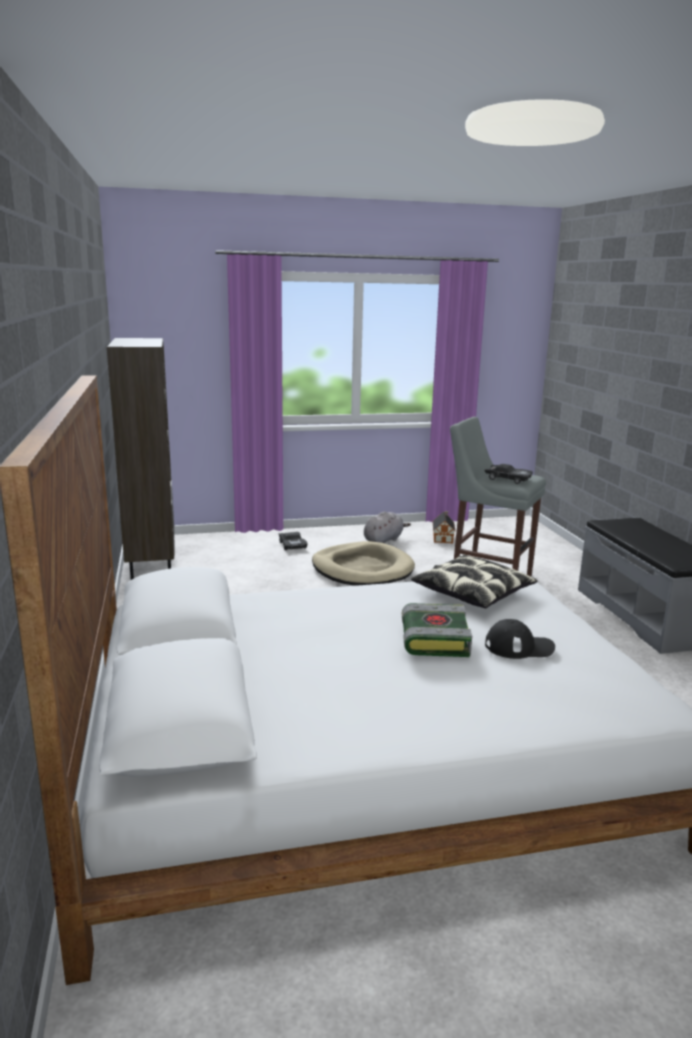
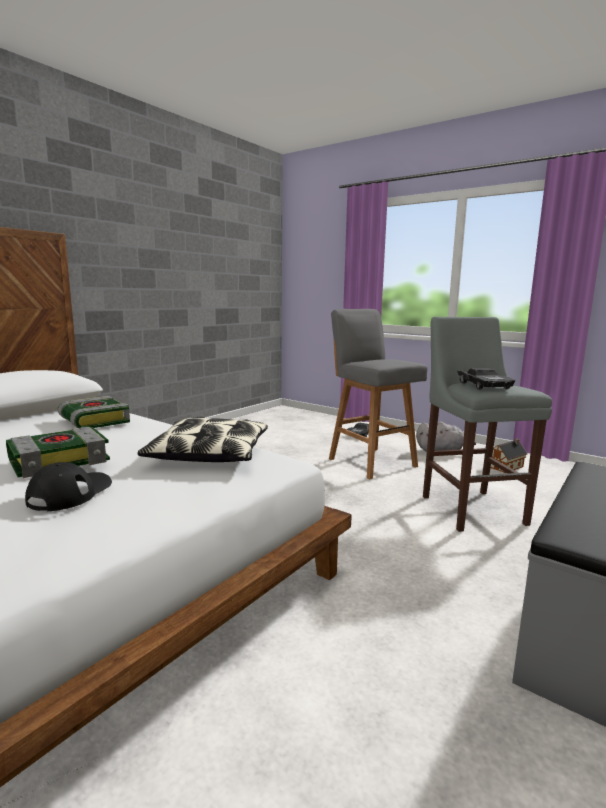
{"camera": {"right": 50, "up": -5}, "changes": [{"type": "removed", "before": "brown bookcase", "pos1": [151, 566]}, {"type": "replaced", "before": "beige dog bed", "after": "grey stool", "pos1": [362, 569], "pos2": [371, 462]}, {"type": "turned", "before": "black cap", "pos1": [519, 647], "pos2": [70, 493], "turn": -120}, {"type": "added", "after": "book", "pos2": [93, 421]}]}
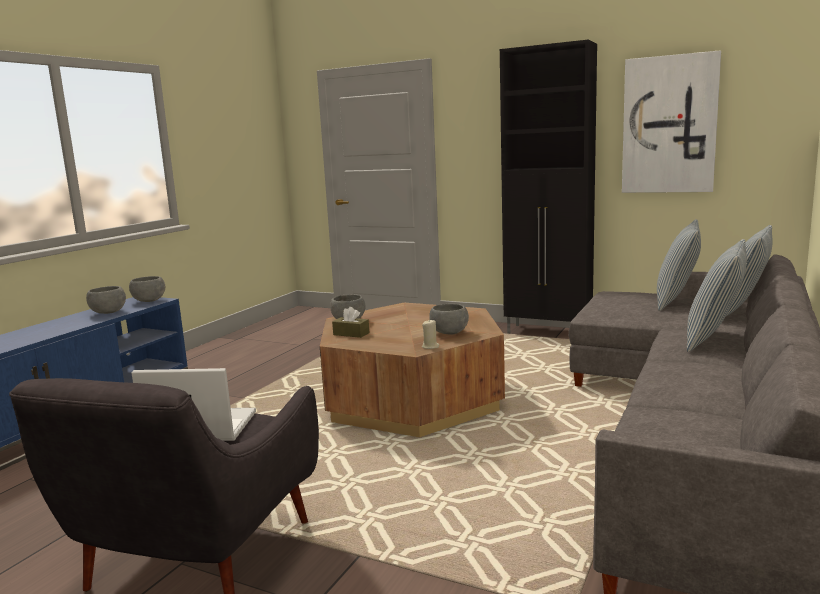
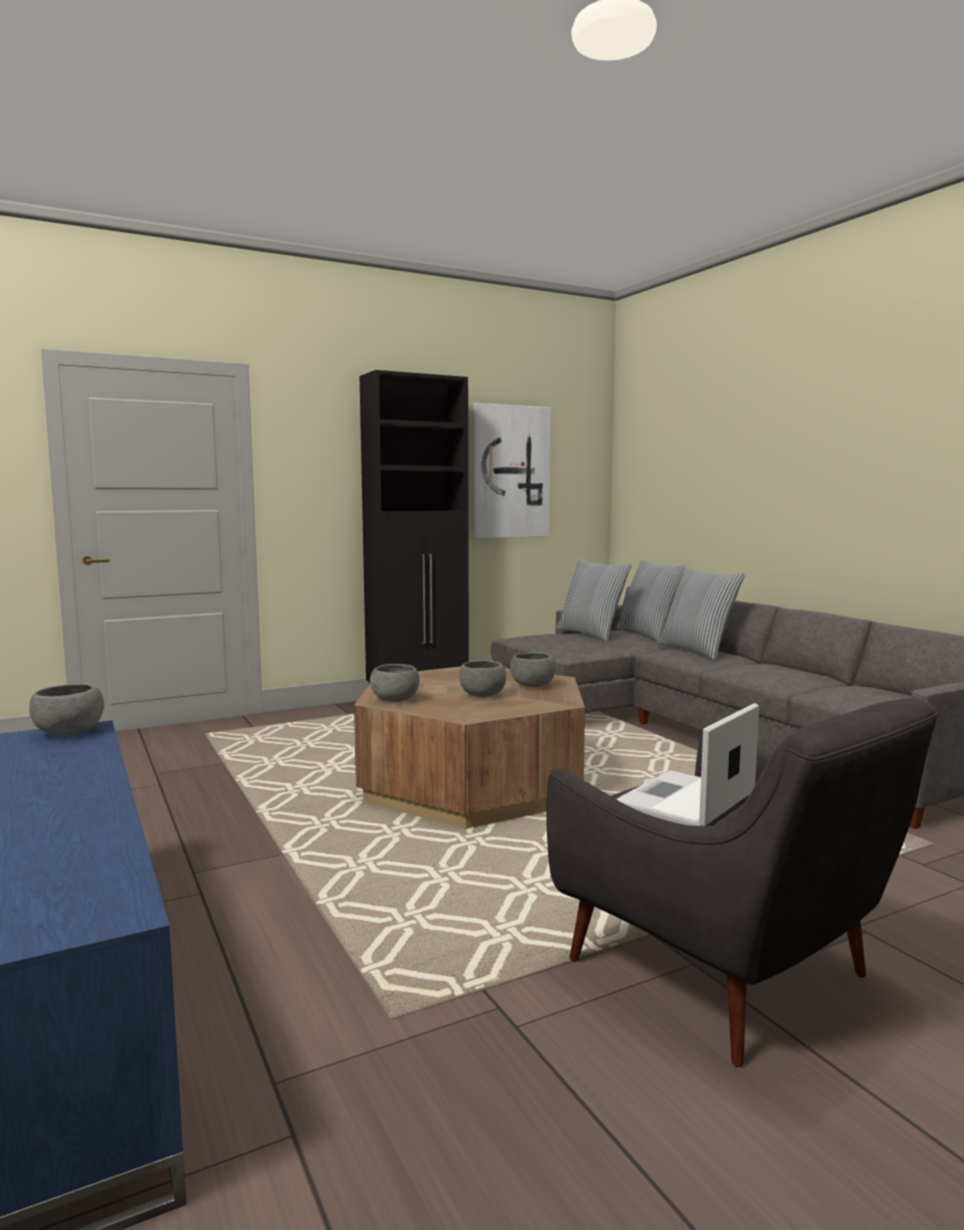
{"camera": {"right": -55, "up": -5}, "changes": [{"type": "moved", "before": "grey bowl", "pos1": [108, 312], "pos2": [482, 696]}, {"type": "removed", "before": "brown tissue box", "pos1": [351, 334]}, {"type": "removed", "before": "beige candle", "pos1": [430, 346]}]}
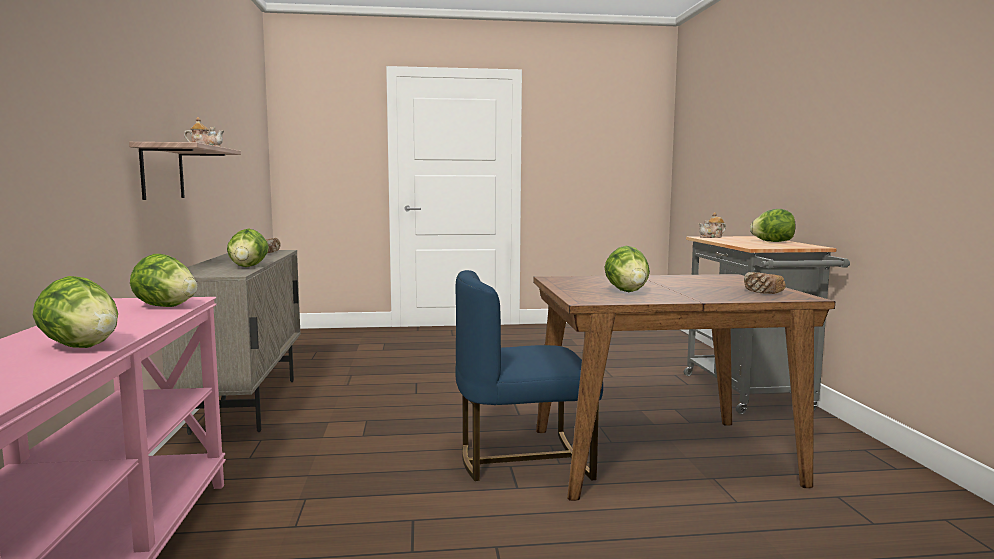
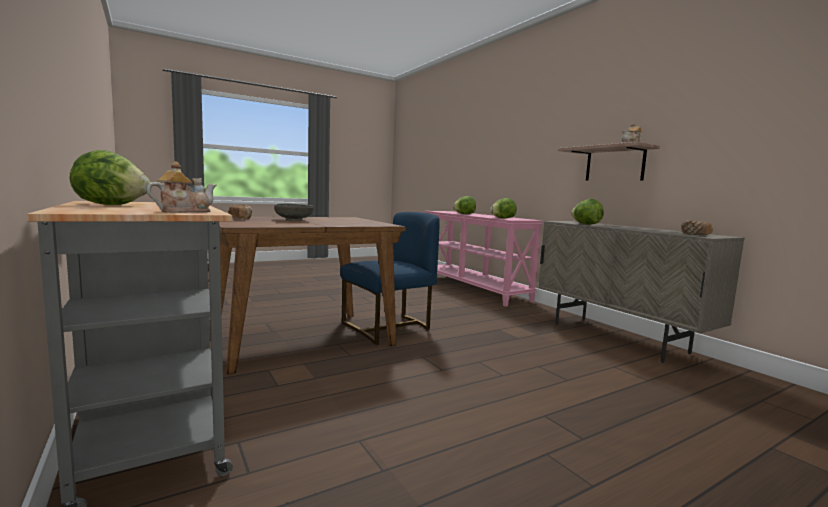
{"camera": {"right": 155, "up": 0}, "changes": [{"type": "removed", "before": "lettuce", "pos1": [627, 291]}, {"type": "added", "after": "grey bowl", "pos2": [294, 220]}]}
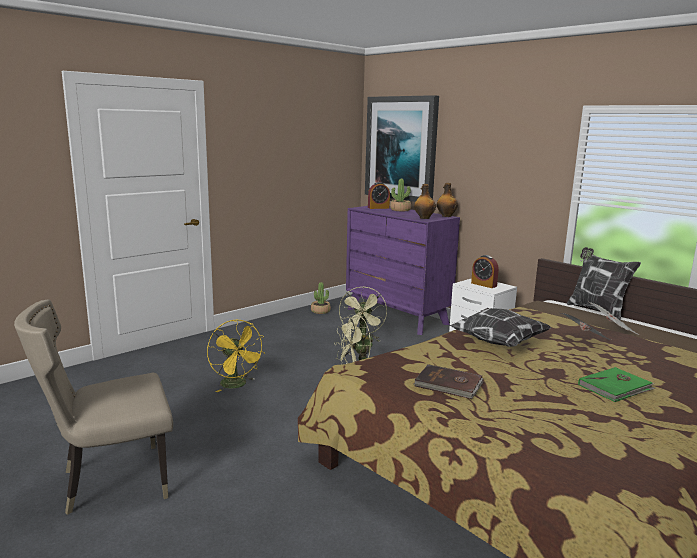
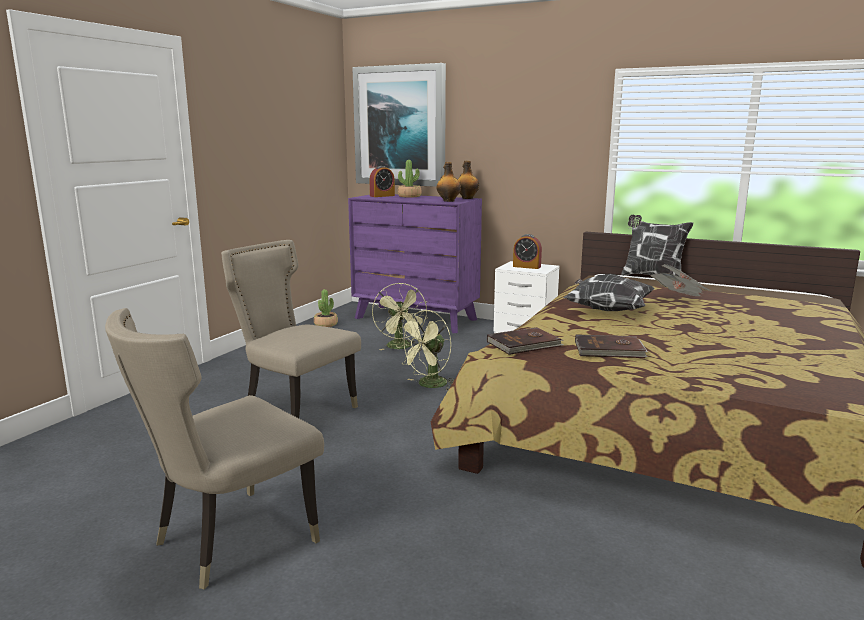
{"camera": {"right": -20, "up": 0}, "changes": [{"type": "replaced", "before": "yellow fan", "after": "beige chair", "pos1": [237, 385], "pos2": [295, 412]}, {"type": "removed", "before": "green book", "pos1": [616, 387]}, {"type": "added", "after": "brown book", "pos2": [525, 344]}]}
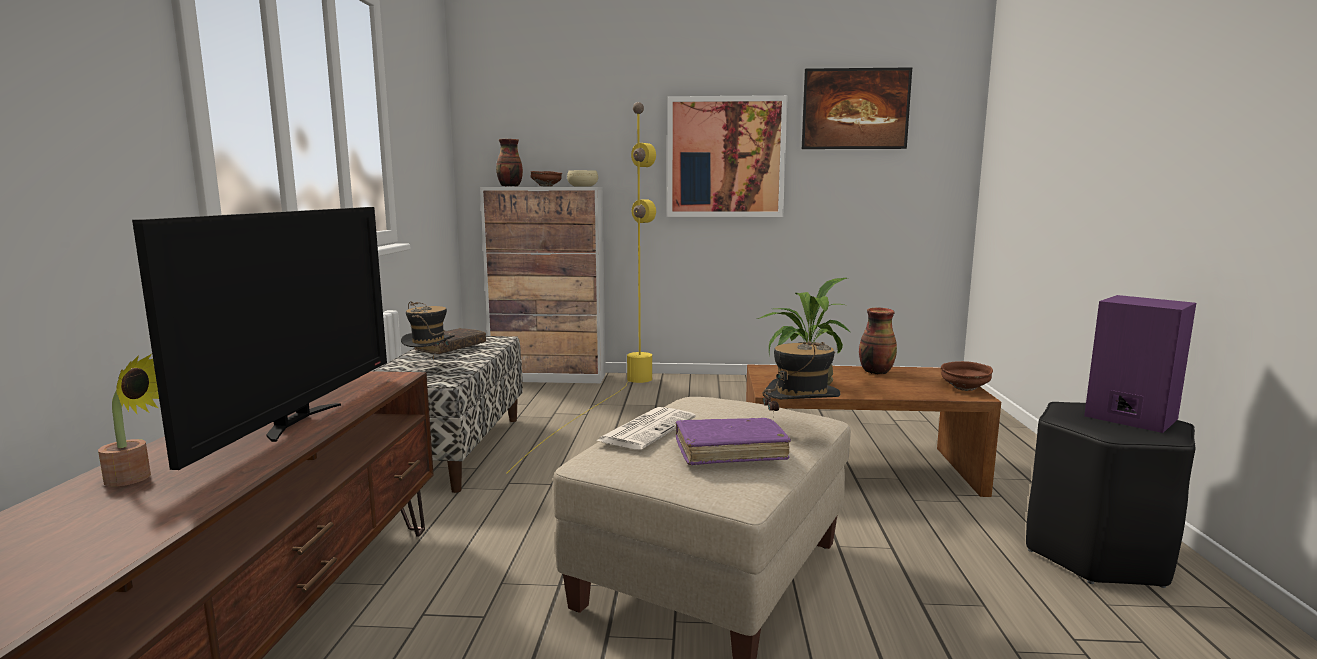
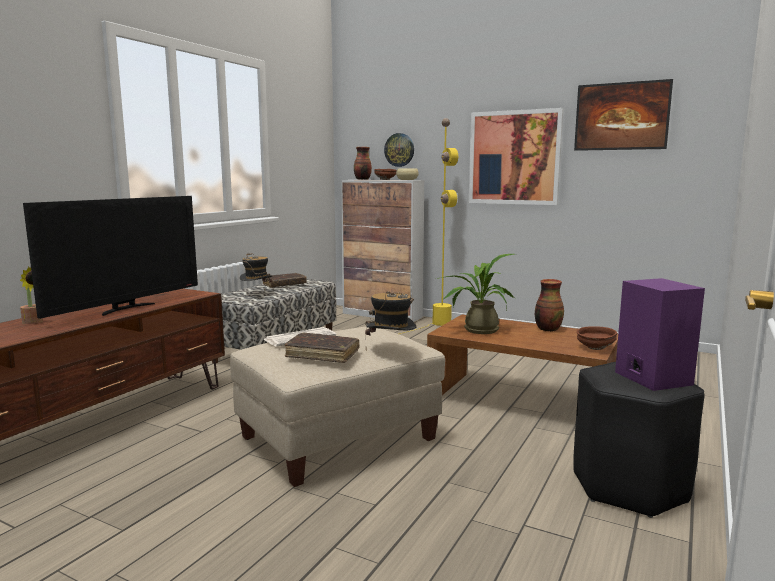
{"camera": {"right": 25, "up": 0}, "changes": [{"type": "recoloured", "before": "purple book", "after": "brown book", "pos1": [730, 451], "pos2": [322, 354]}, {"type": "added", "after": "wall clock", "pos2": [399, 150]}]}
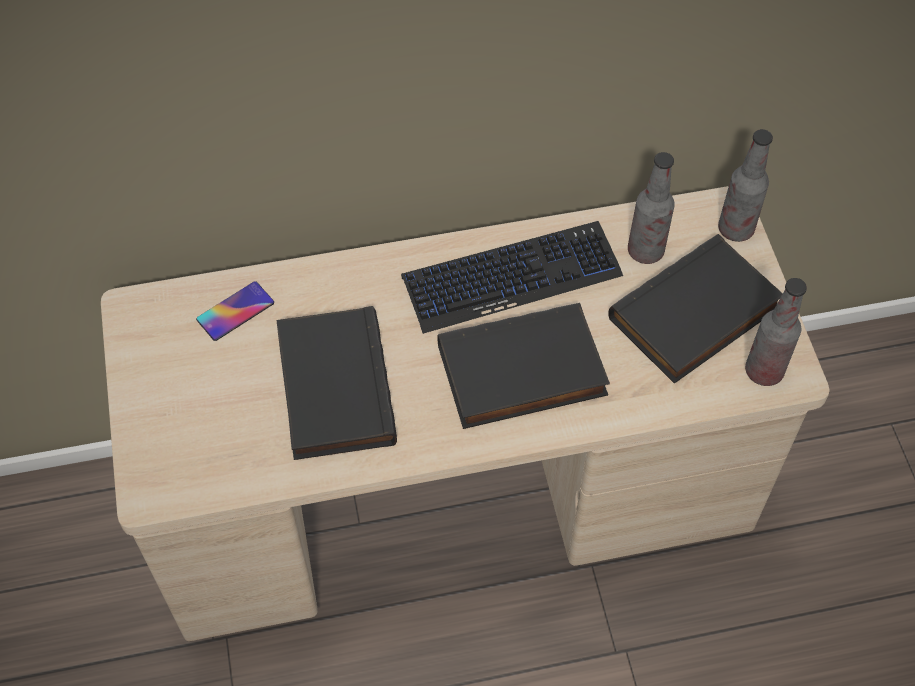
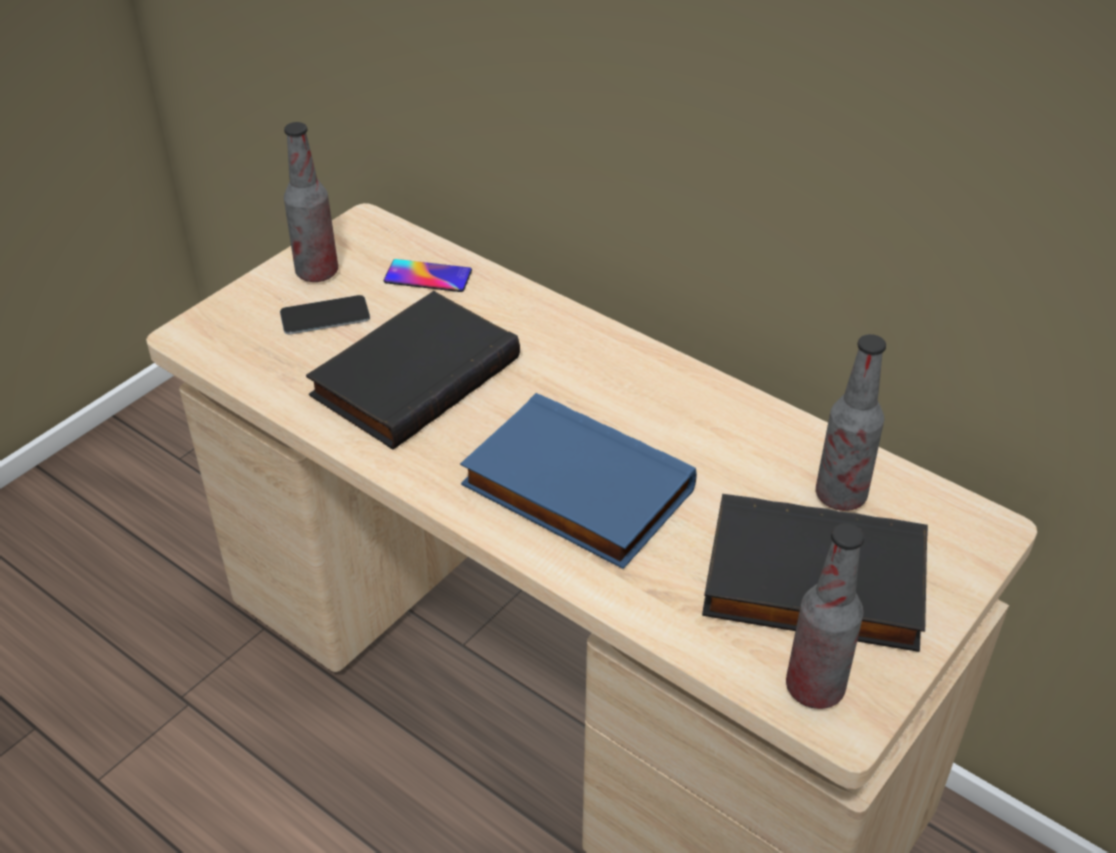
{"camera": {"right": 50, "up": -15}, "changes": [{"type": "removed", "before": "keyboard", "pos1": [512, 277]}, {"type": "recoloured", "before": "black book", "after": "blue book", "pos1": [521, 374], "pos2": [573, 490]}, {"type": "moved", "before": "bottle", "pos1": [735, 229], "pos2": [317, 272]}, {"type": "added", "after": "phone", "pos2": [325, 316]}]}
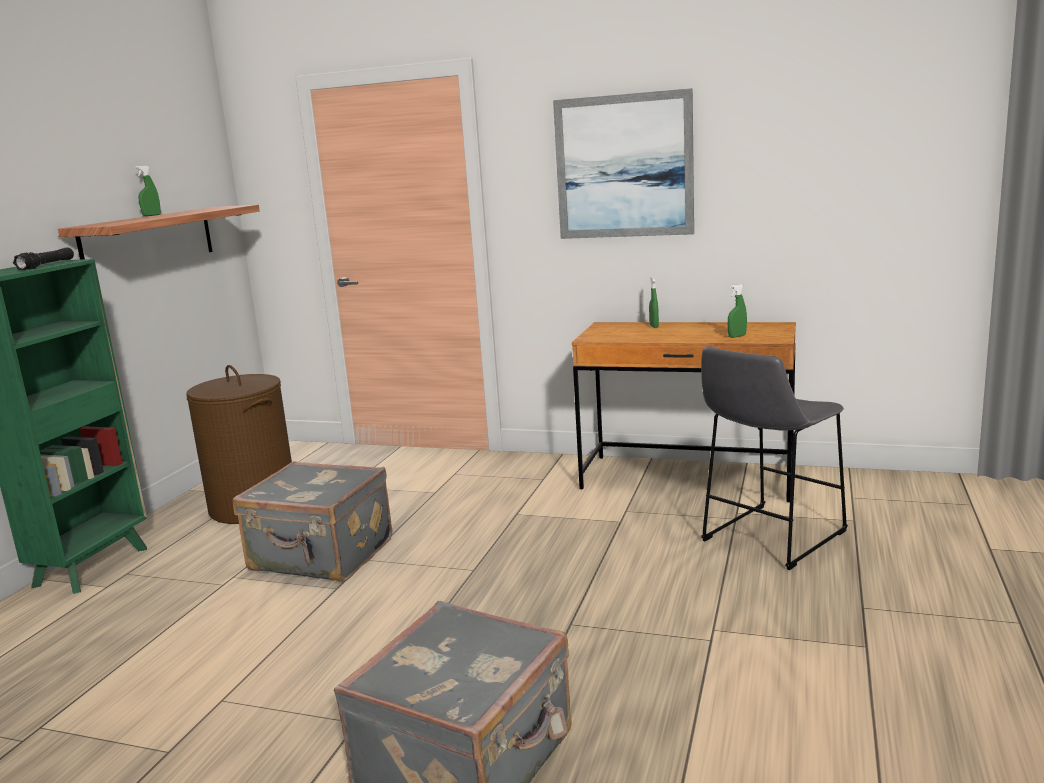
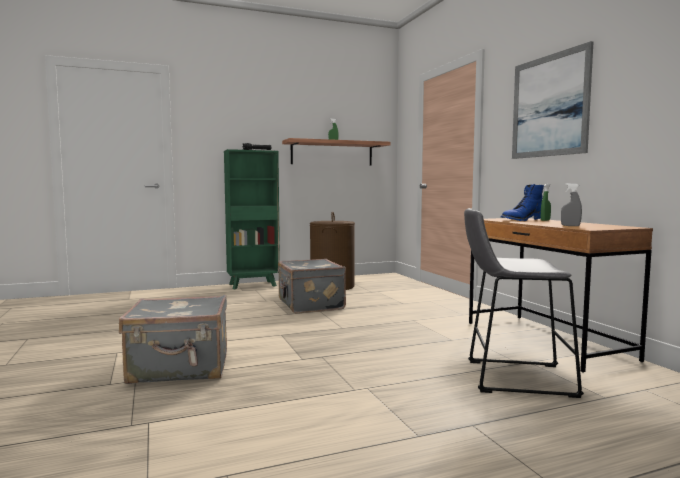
{"camera": {"right": 50, "up": -10}, "changes": [{"type": "recoloured", "before": "green spray bottle", "after": "grey spray bottle", "pos1": [737, 336], "pos2": [570, 226]}, {"type": "added", "after": "blue boot", "pos2": [521, 220]}]}
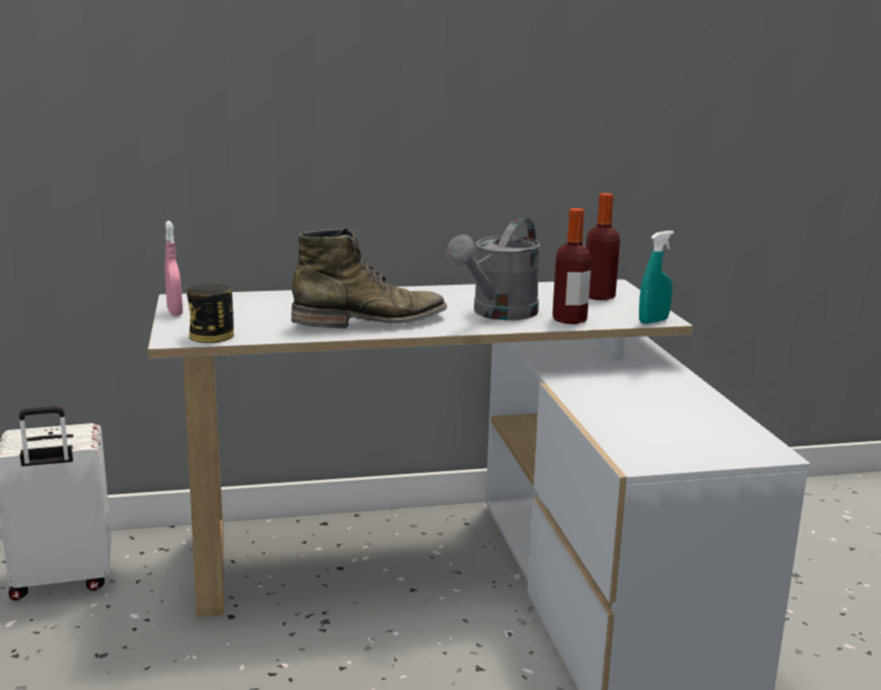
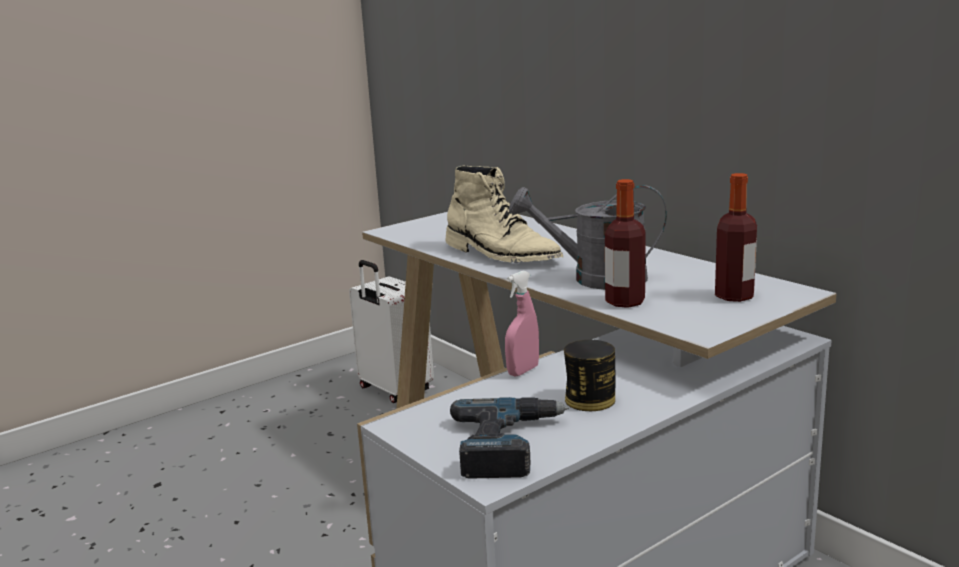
{"camera": {"right": 65, "up": 0}, "changes": [{"type": "moved", "before": "pink spray bottle", "pos1": [175, 312], "pos2": [523, 371]}, {"type": "moved", "before": "can", "pos1": [211, 335], "pos2": [590, 400]}, {"type": "recoloured", "before": "green boot", "after": "beige boot", "pos1": [371, 322], "pos2": [501, 255]}, {"type": "removed", "before": "turquoise spray bottle", "pos1": [653, 321]}, {"type": "added", "after": "power drill", "pos2": [508, 445]}]}
